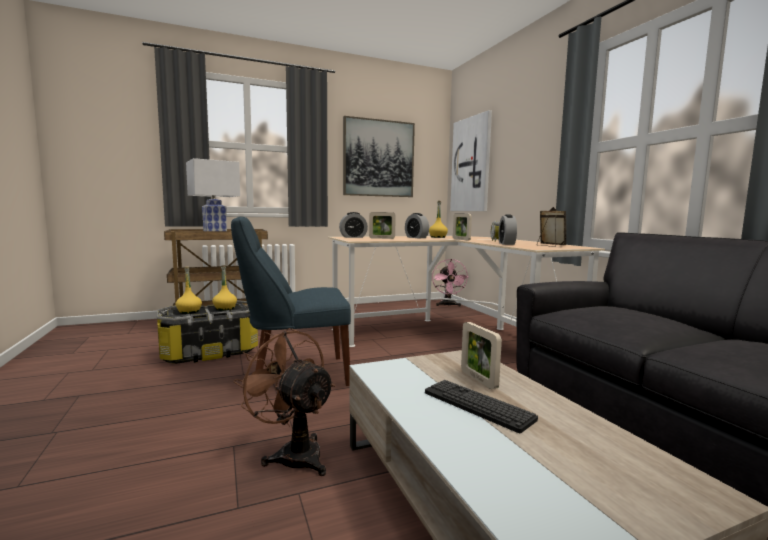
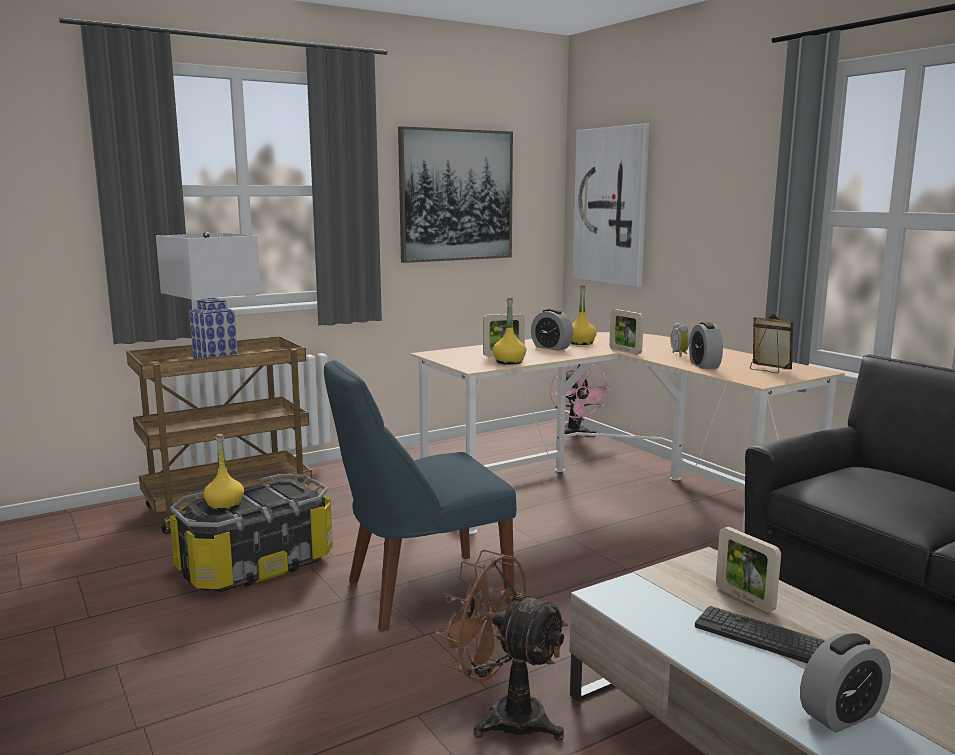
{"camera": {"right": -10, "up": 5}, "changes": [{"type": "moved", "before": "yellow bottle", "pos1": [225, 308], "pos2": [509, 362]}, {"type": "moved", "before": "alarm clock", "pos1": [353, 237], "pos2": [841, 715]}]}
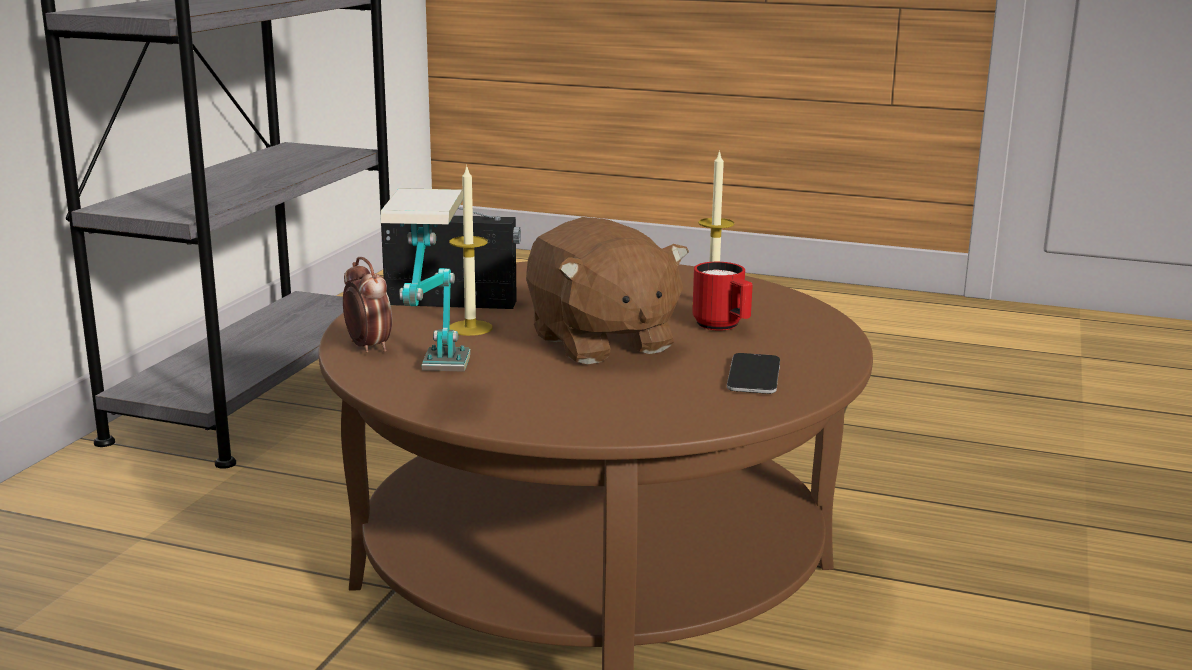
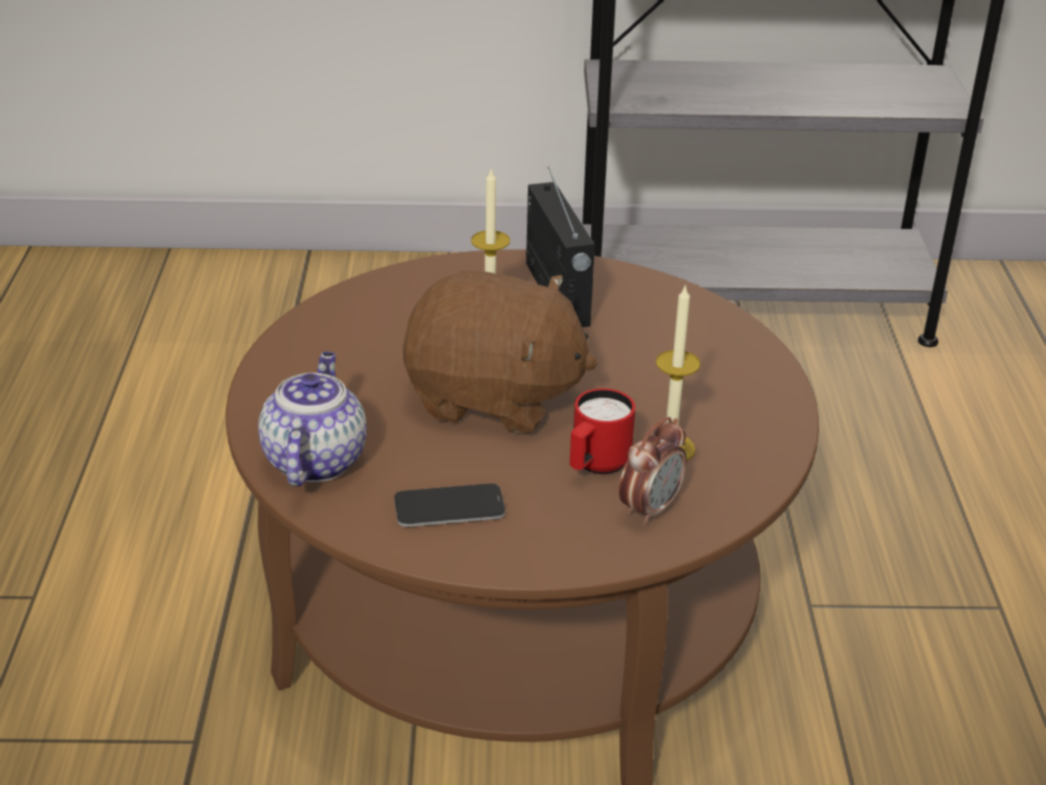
{"camera": {"right": 70, "up": 15}, "changes": [{"type": "moved", "before": "alarm clock", "pos1": [368, 347], "pos2": [650, 509]}, {"type": "removed", "before": "table lamp", "pos1": [435, 390]}, {"type": "turned", "before": "brown plush toy", "pos1": [600, 342], "pos2": [494, 398], "turn": -120}, {"type": "added", "after": "teapot", "pos2": [314, 460]}]}
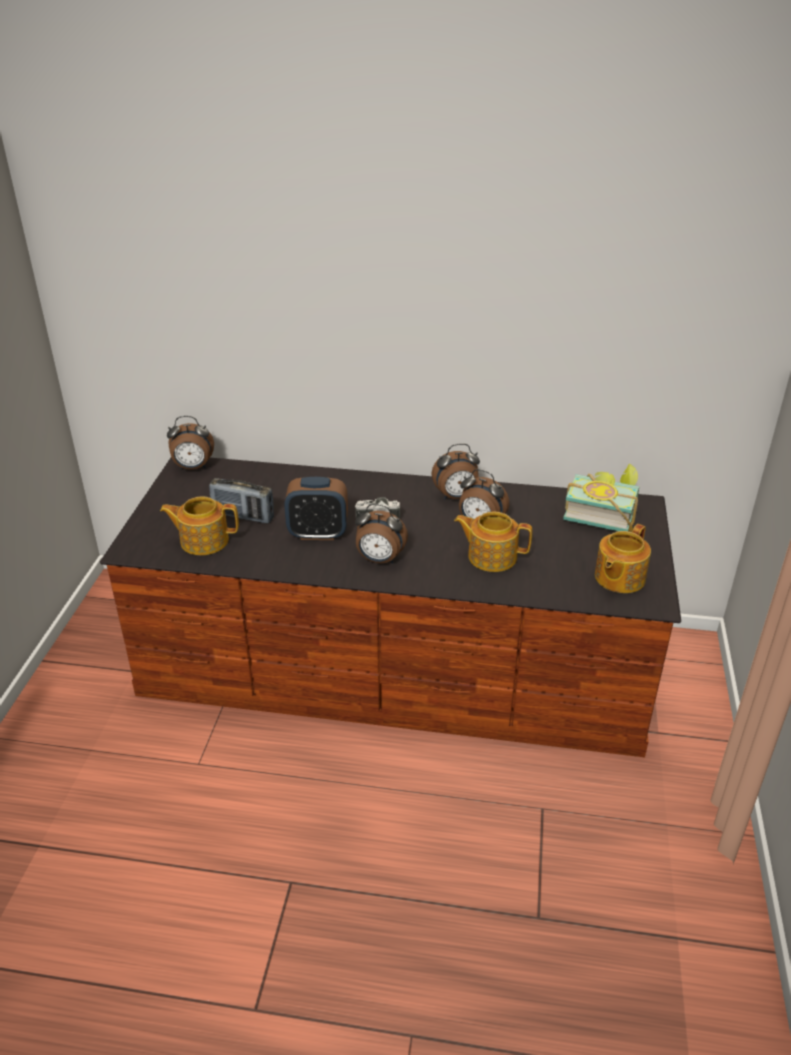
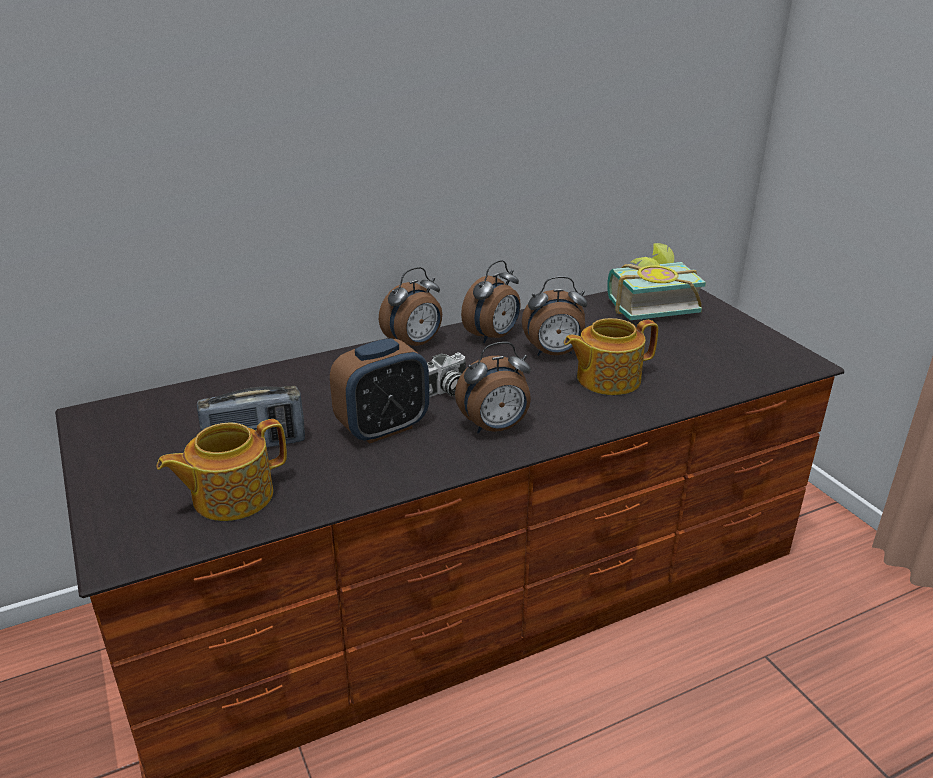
{"camera": {"right": -35, "up": -5}, "changes": [{"type": "moved", "before": "alarm clock", "pos1": [193, 467], "pos2": [414, 344]}, {"type": "removed", "before": "teapot", "pos1": [618, 578]}]}
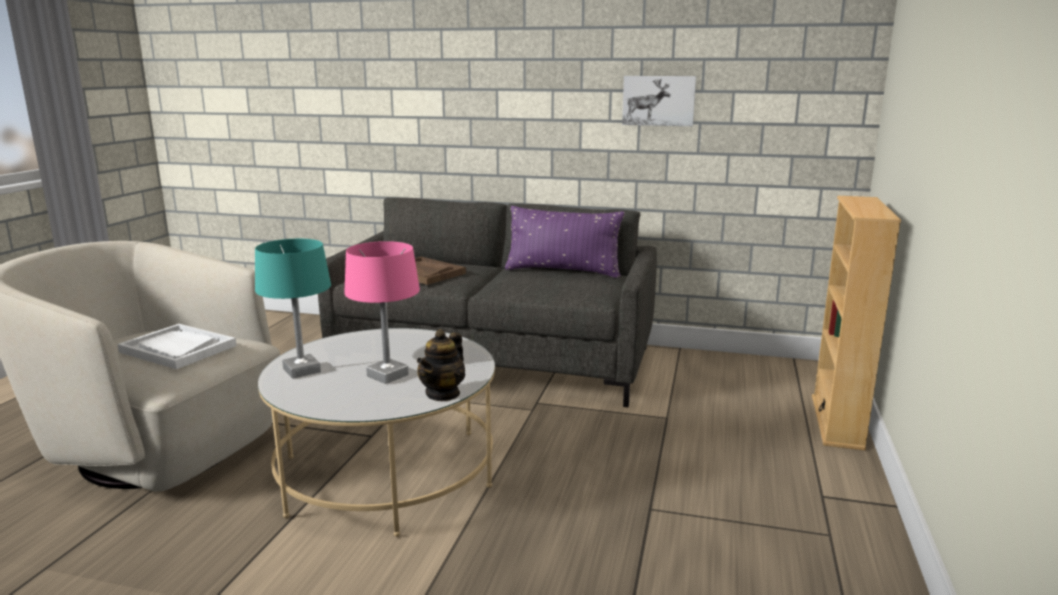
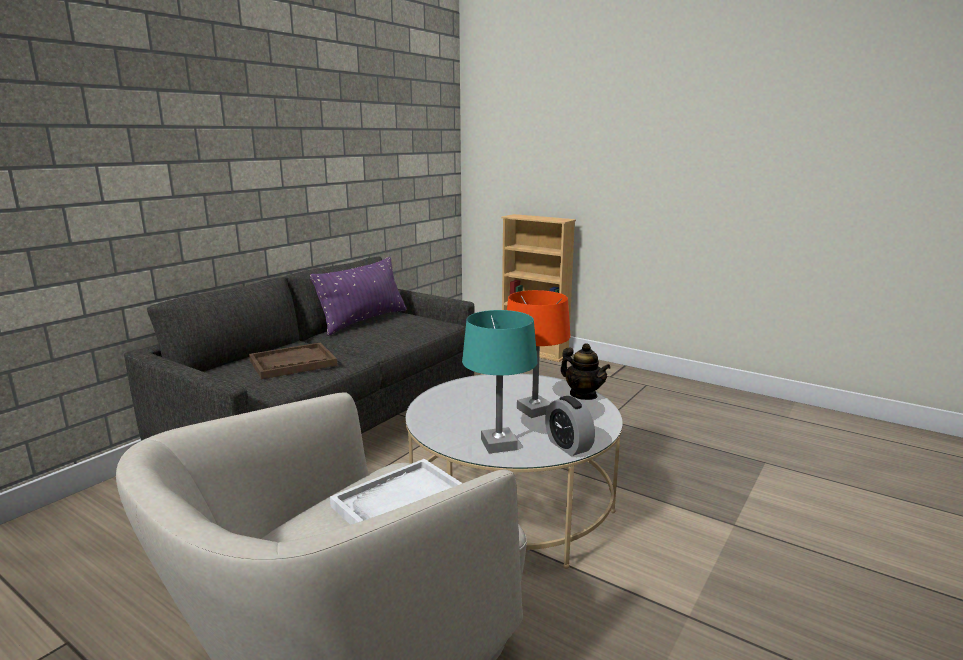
{"camera": {"right": -70, "up": 0}, "changes": [{"type": "recoloured", "before": "pink table lamp", "after": "orange table lamp", "pos1": [387, 375], "pos2": [535, 410]}, {"type": "removed", "before": "picture", "pos1": [658, 100]}, {"type": "added", "after": "alarm clock", "pos2": [568, 446]}]}
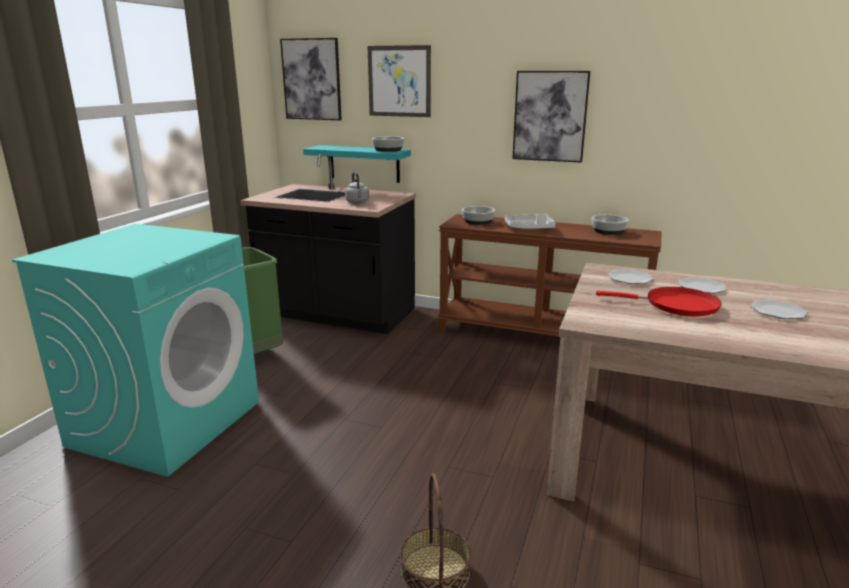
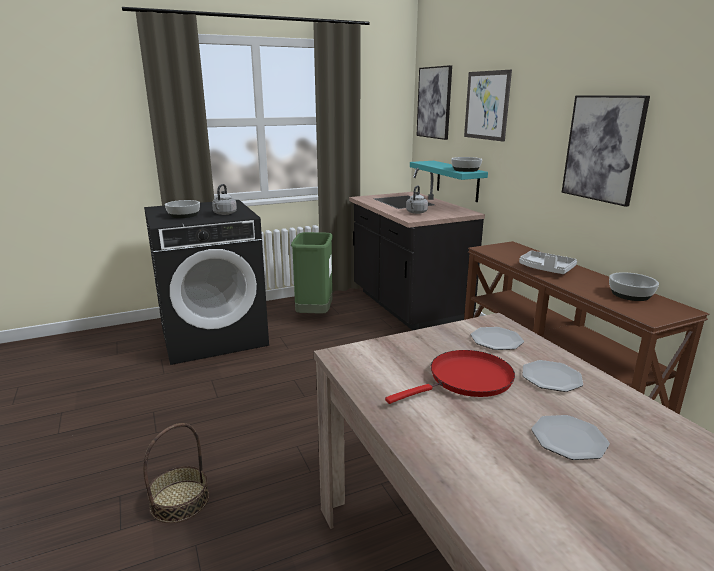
{"camera": {"right": 45, "up": 0}, "changes": [{"type": "recoloured", "before": "turquoise washing machine", "after": "black washing machine", "pos1": [167, 422], "pos2": [214, 336]}, {"type": "moved", "before": "bowl", "pos1": [478, 221], "pos2": [184, 215]}, {"type": "turned", "before": "red frying pan", "pos1": [676, 305], "pos2": [466, 380], "turn": -90}, {"type": "added", "after": "grey kettle", "pos2": [224, 214]}]}
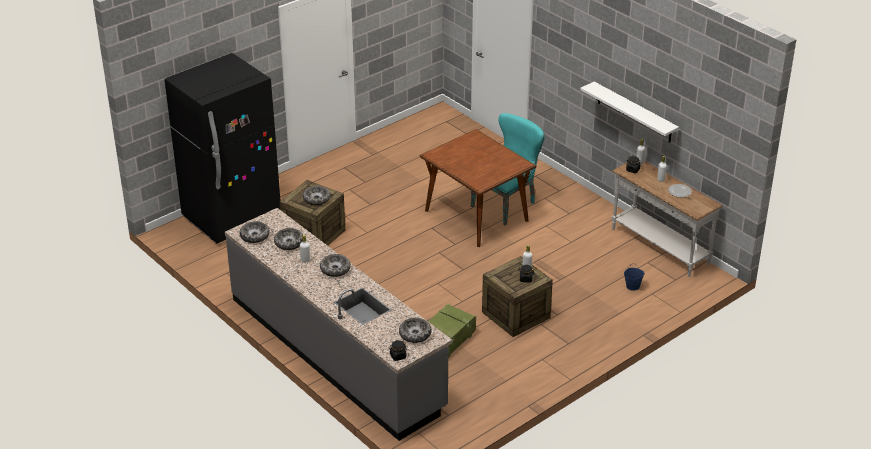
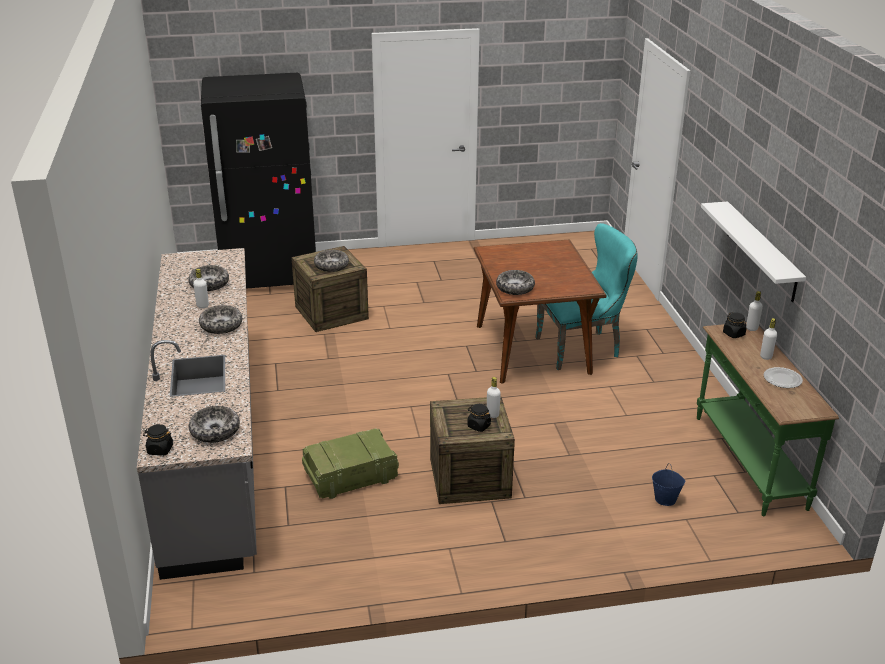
{"camera": {"right": 30, "up": -5}, "changes": [{"type": "moved", "before": "bowl", "pos1": [254, 236], "pos2": [515, 288]}, {"type": "recoloured", "before": "white console table", "after": "green console table", "pos1": [659, 247], "pos2": [747, 461]}]}
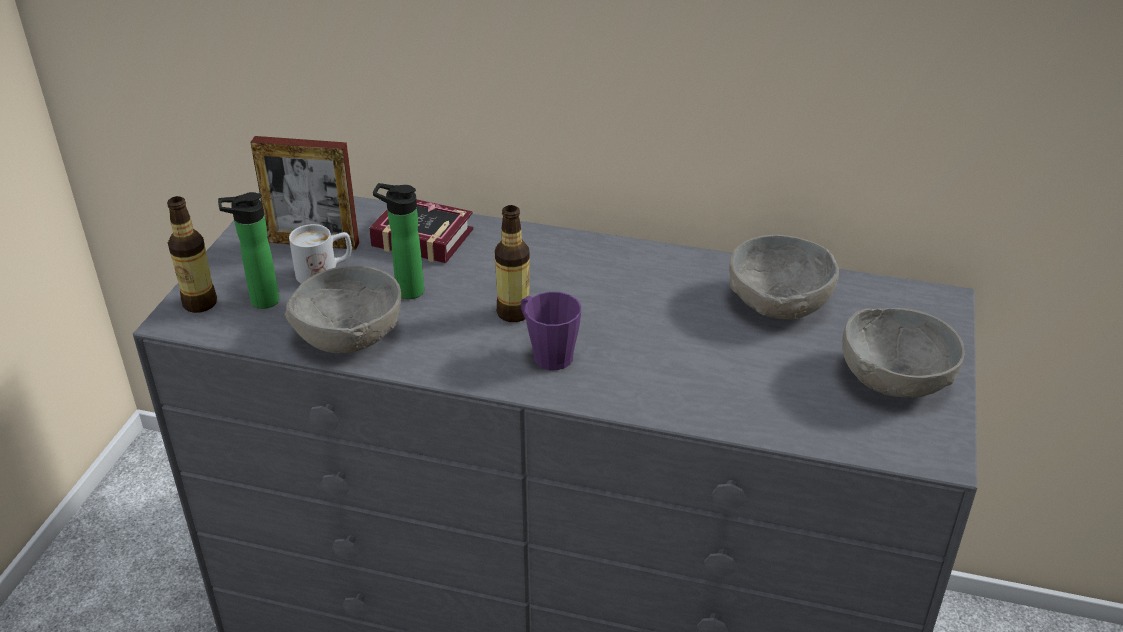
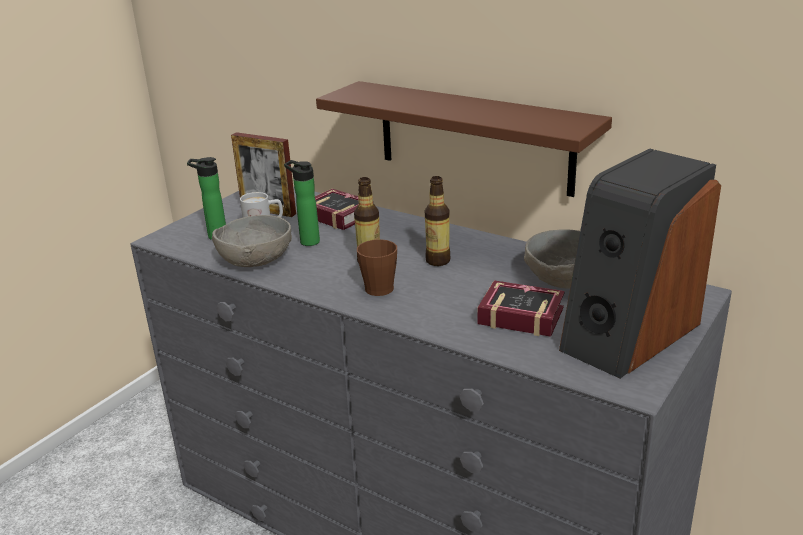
{"camera": {"right": 20, "up": -10}, "changes": [{"type": "moved", "before": "bottle", "pos1": [200, 303], "pos2": [438, 261]}, {"type": "recoloured", "before": "purple mug", "after": "brown mug", "pos1": [547, 353], "pos2": [376, 286]}, {"type": "replaced", "before": "grey bowl", "after": "speaker", "pos1": [895, 378], "pos2": [628, 335]}, {"type": "added", "after": "brown shelf", "pos2": [474, 137]}, {"type": "added", "after": "book", "pos2": [518, 314]}]}
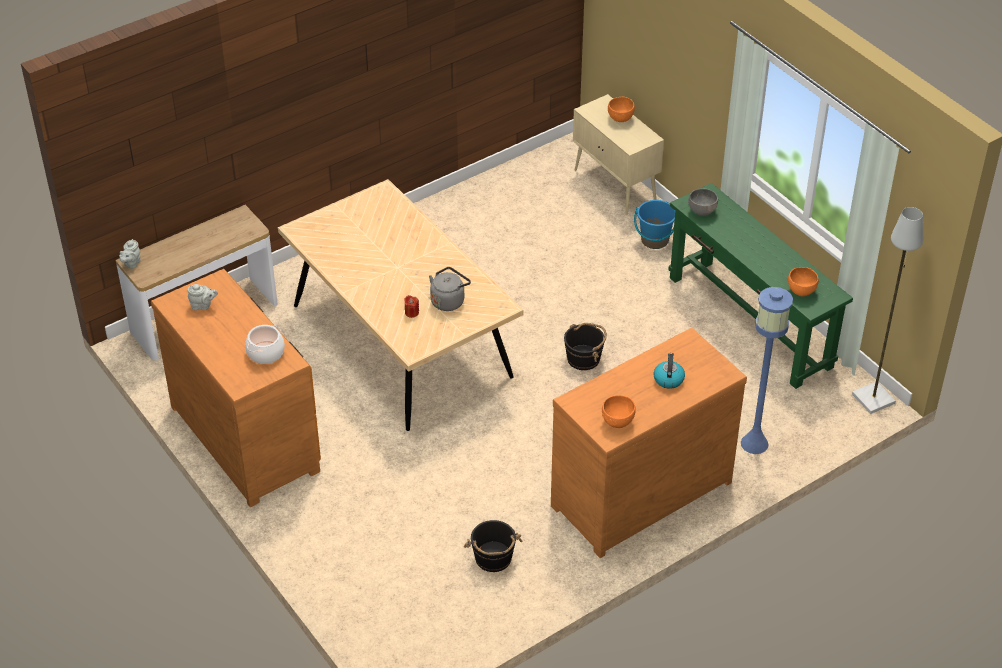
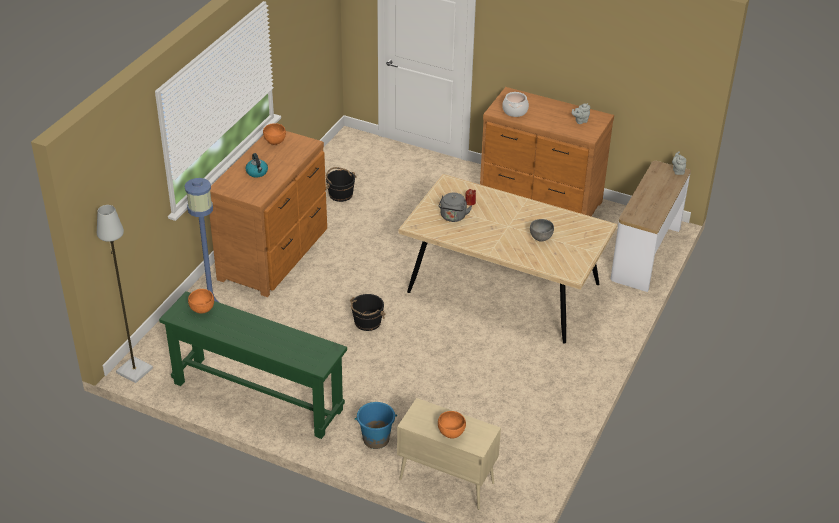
{"camera": {"right": 150, "up": -5}, "changes": [{"type": "moved", "before": "grey bowl", "pos1": [702, 211], "pos2": [540, 238]}]}
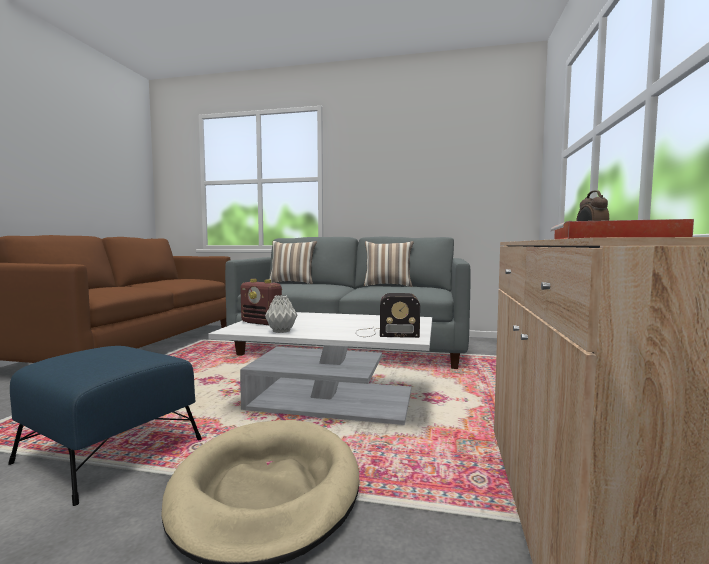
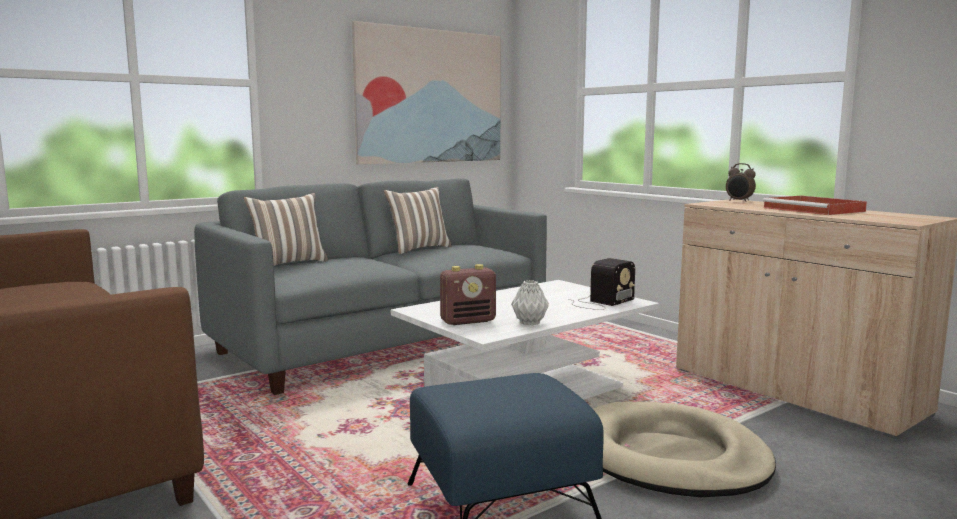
{"camera": {"right": -50, "up": 5}, "changes": [{"type": "added", "after": "picture", "pos2": [430, 96]}]}
